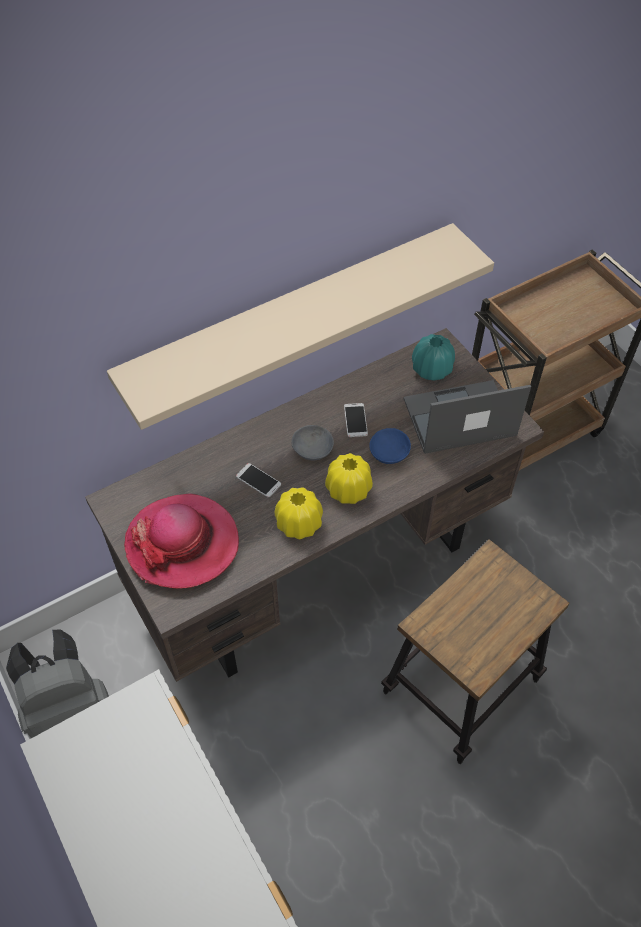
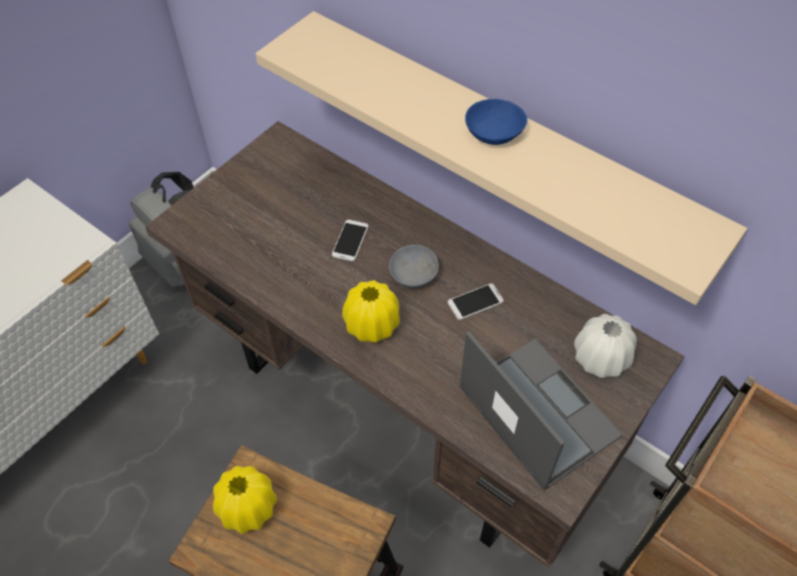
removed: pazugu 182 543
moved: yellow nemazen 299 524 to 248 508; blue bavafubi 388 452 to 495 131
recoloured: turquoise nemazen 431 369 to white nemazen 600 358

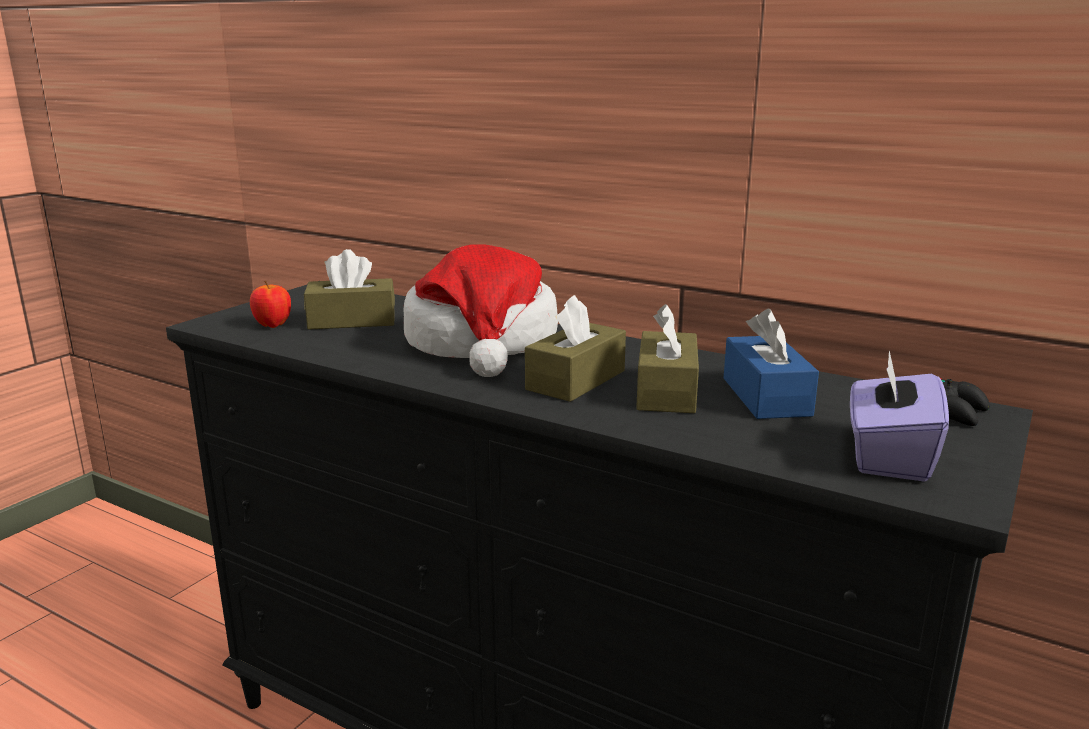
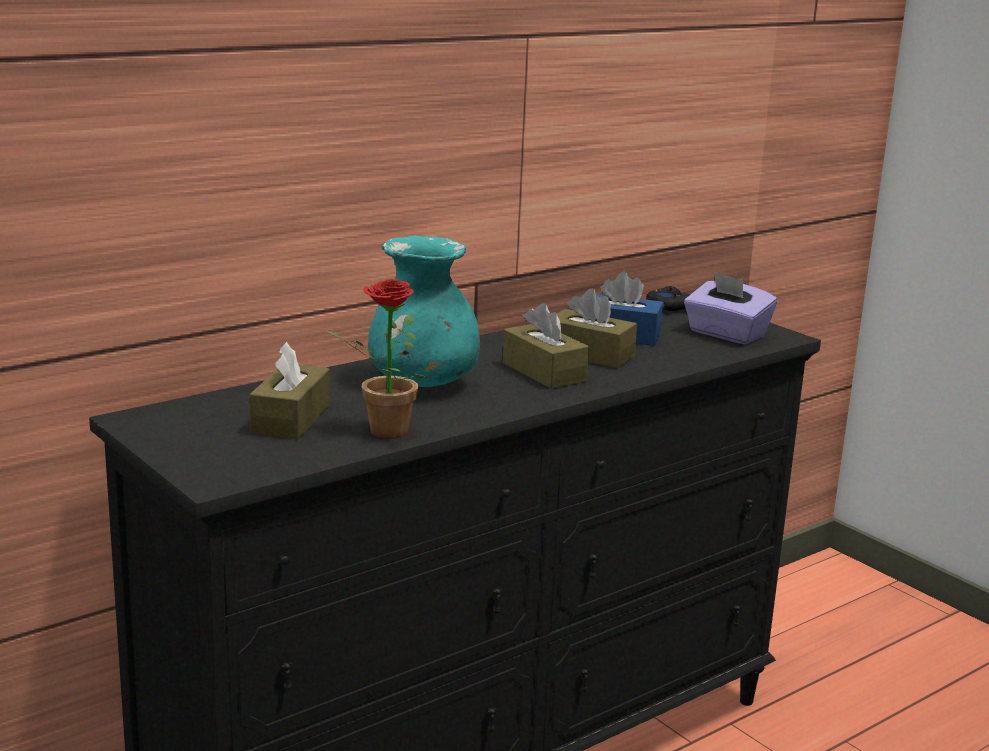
removed: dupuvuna 273 325
added: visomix 380 432
replaced: pazugu 482 343 to turquoise nemazen 423 383

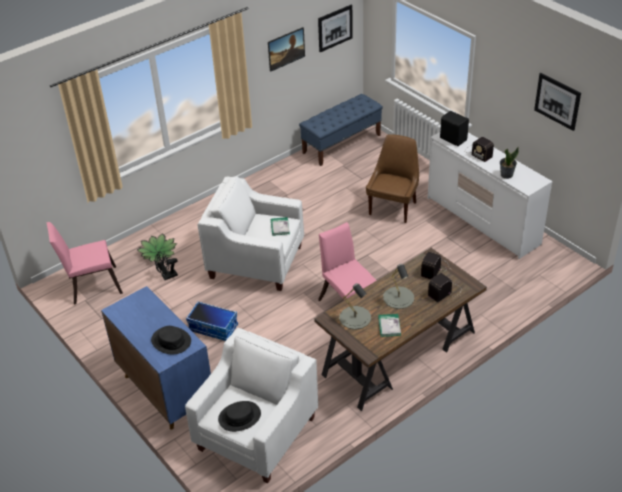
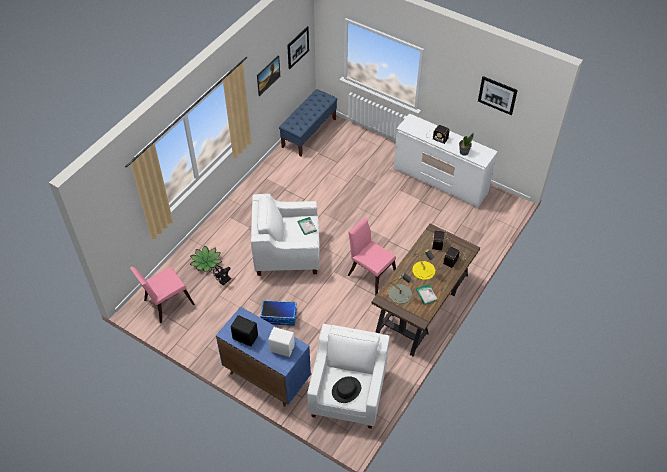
removed: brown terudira 393 207
moved: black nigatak 453 139 to 245 337
replaced: black pazugu 171 341 to white nigatak 282 348
recoloured: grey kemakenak 398 298 to yellow kemakenak 423 270

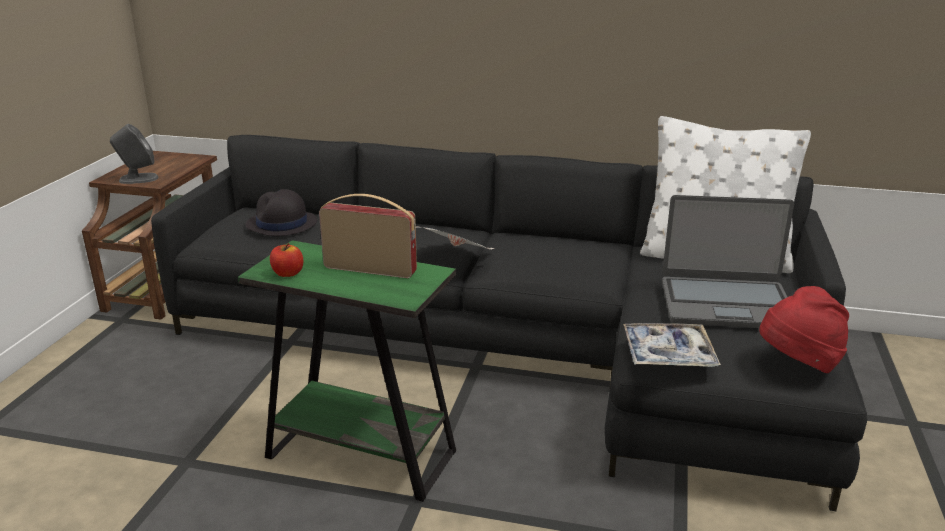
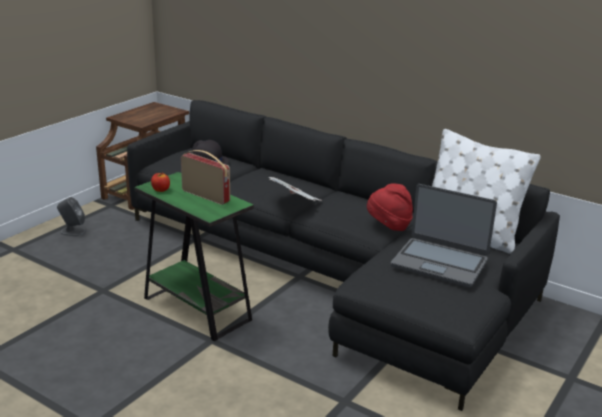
removed: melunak 668 354
moved: grey nigatak 138 179 to 72 231; red pazugu 798 364 to 388 226

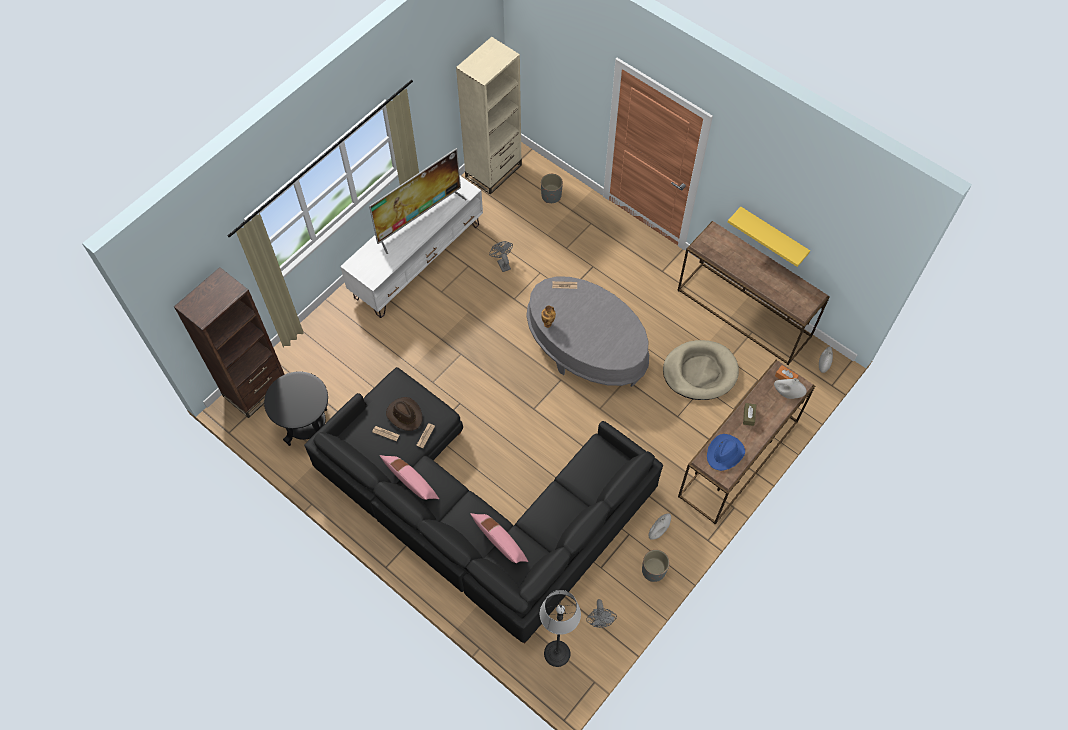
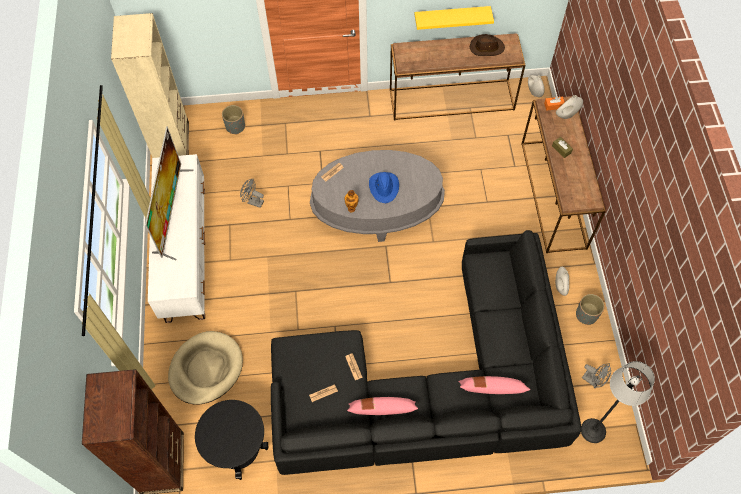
moved: brown pazugu 405 415 to 486 47; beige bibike 700 372 to 206 369; blue pazugu 725 453 to 384 187

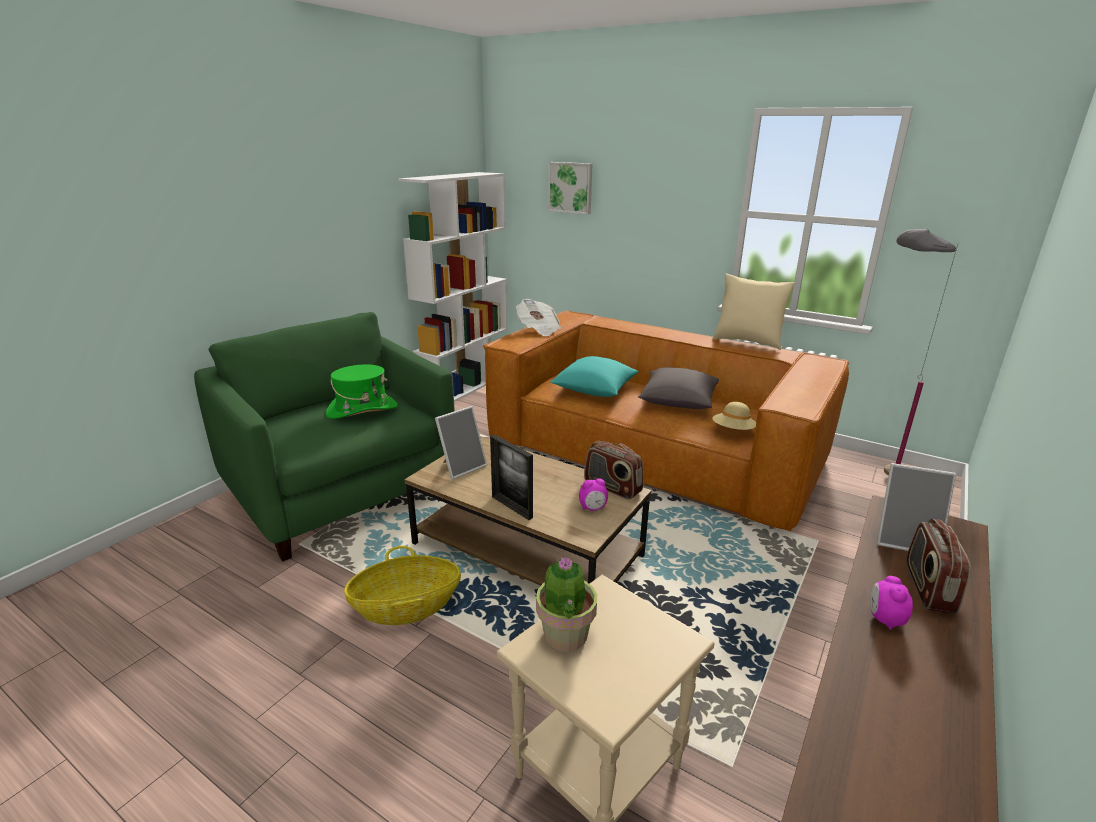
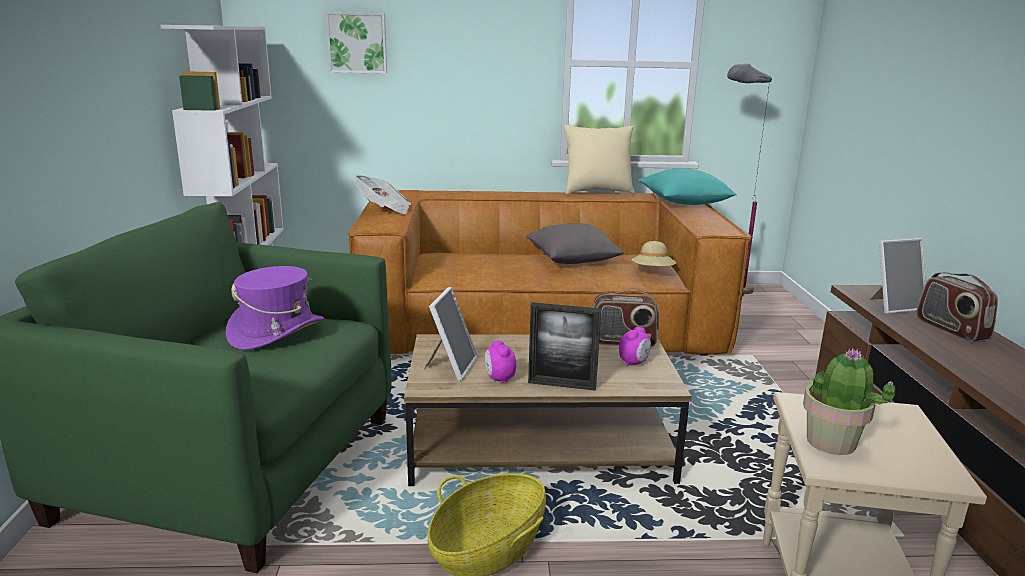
moved: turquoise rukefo 594 390 to 684 203; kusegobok 884 619 to 499 379
recoloured: green pazugu 362 410 to purple pazugu 277 331

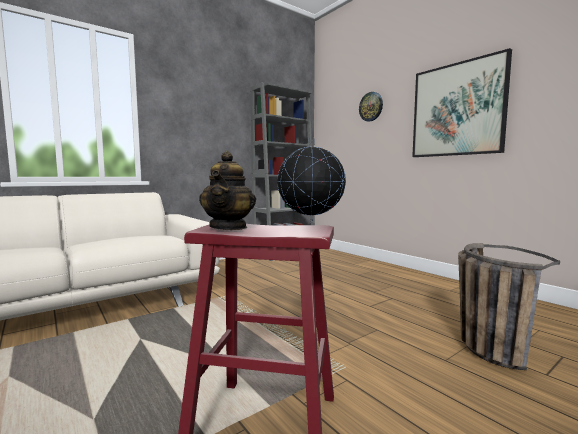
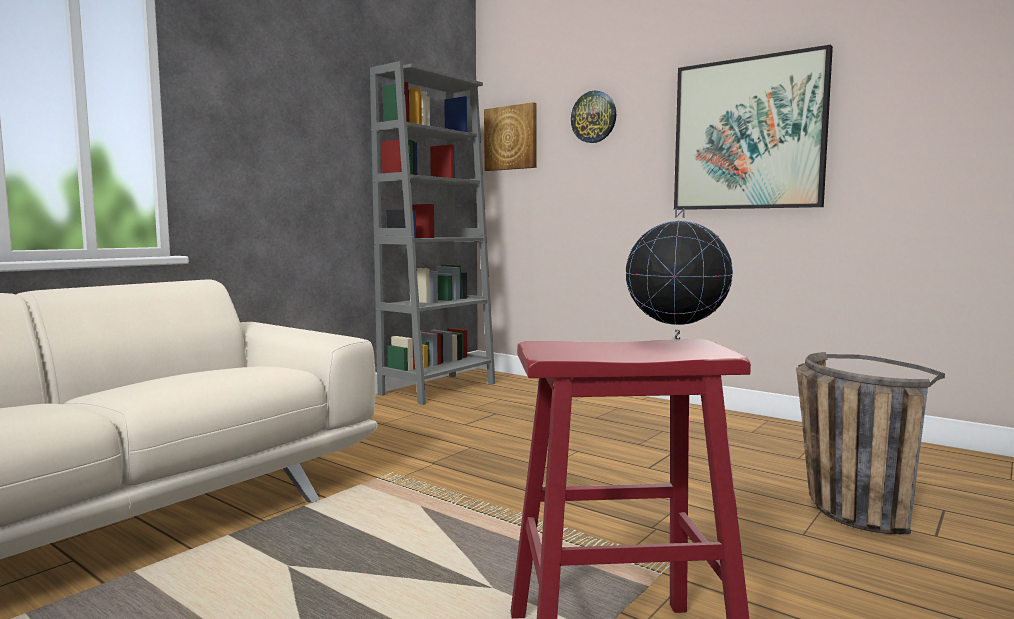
removed: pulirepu 229 227
added: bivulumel 511 138

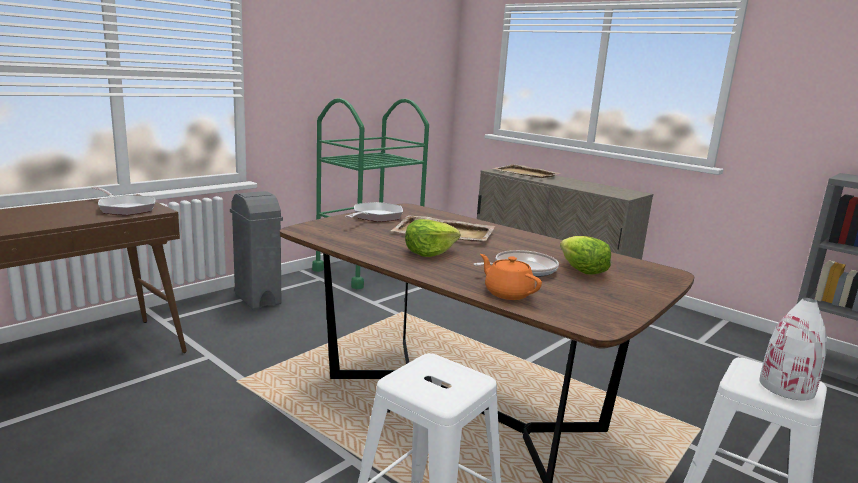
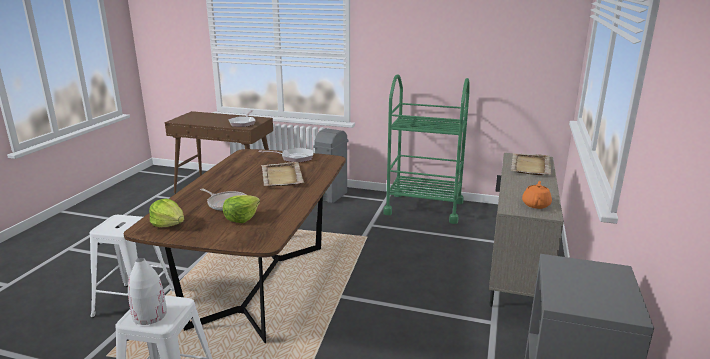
moved: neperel 429 252 to 169 224; orange pulirepu 507 293 to 536 204

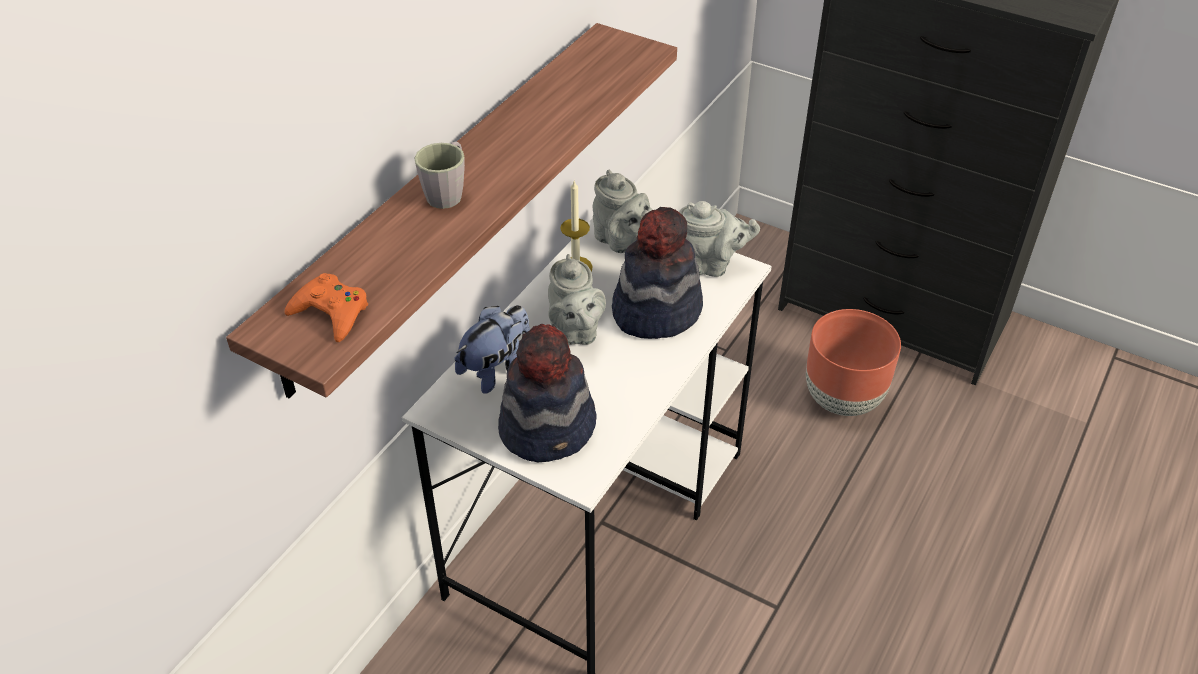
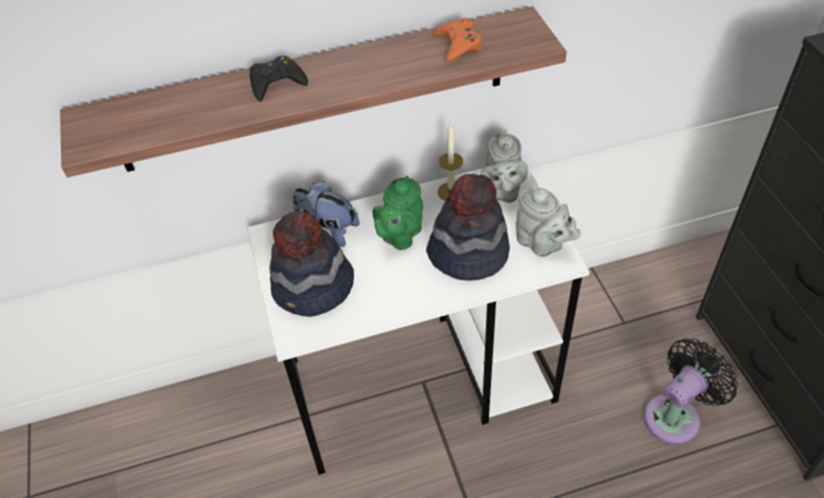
moved: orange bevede 331 313 to 458 45
replaced: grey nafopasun 448 192 to black bevede 276 83; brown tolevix 842 400 to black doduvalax 676 415
recoloured: grey pulirepu 575 332 to green pulirepu 400 236
turned: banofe 496 368 = 328 230 150 degrees counterclockwise

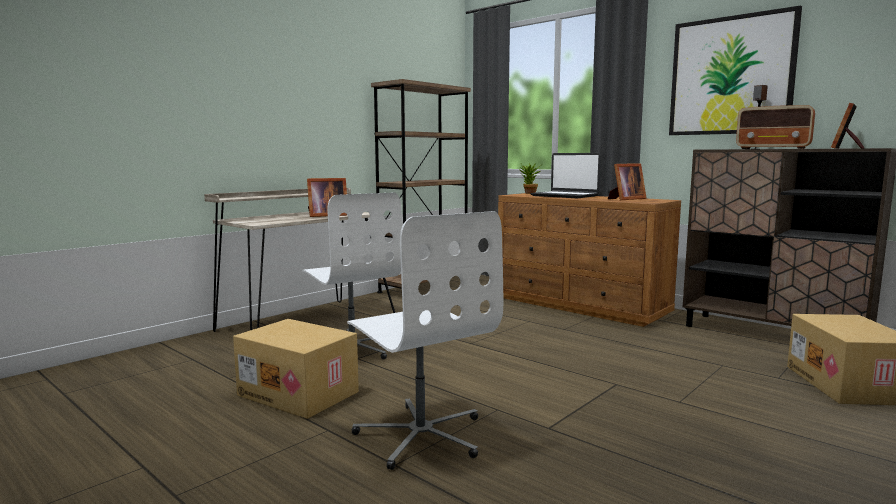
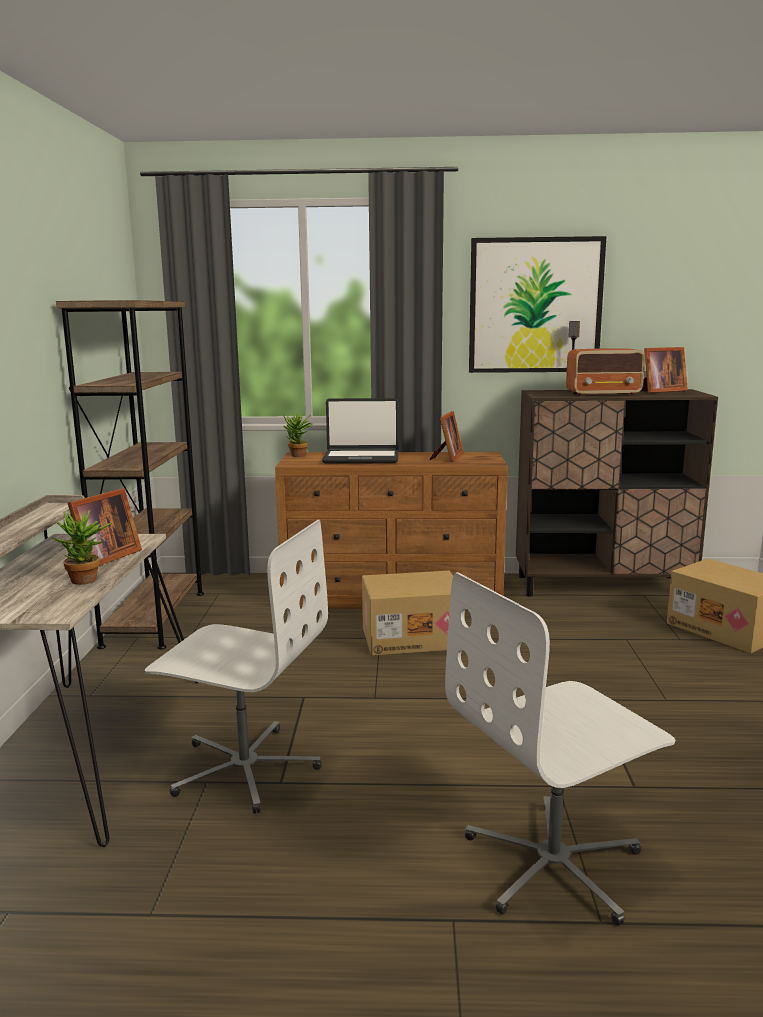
added: visomix 87 581
moved: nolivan 300 393 to 412 637
turned: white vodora 421 435 = 554 864 135 degrees clockwise; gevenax 846 148 = 660 391 105 degrees counterclockwise

